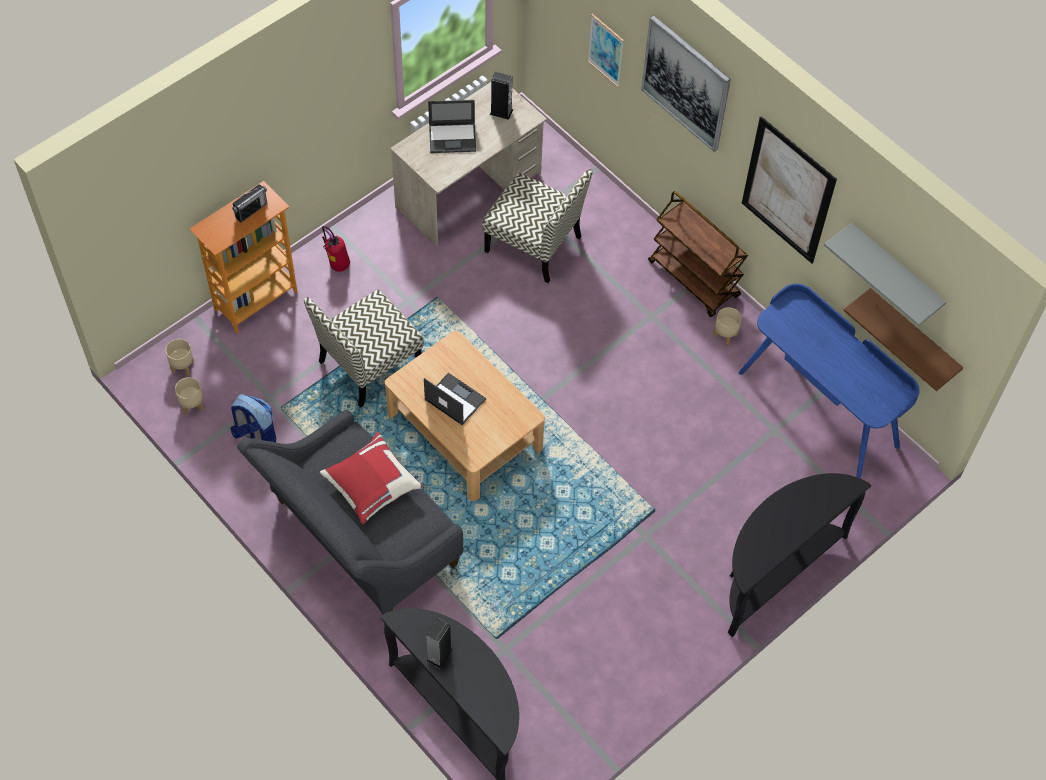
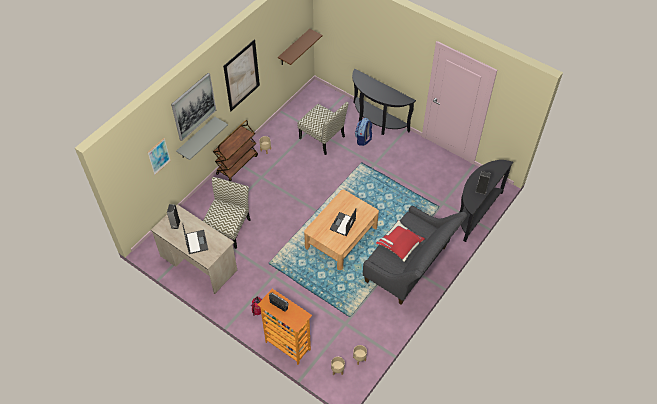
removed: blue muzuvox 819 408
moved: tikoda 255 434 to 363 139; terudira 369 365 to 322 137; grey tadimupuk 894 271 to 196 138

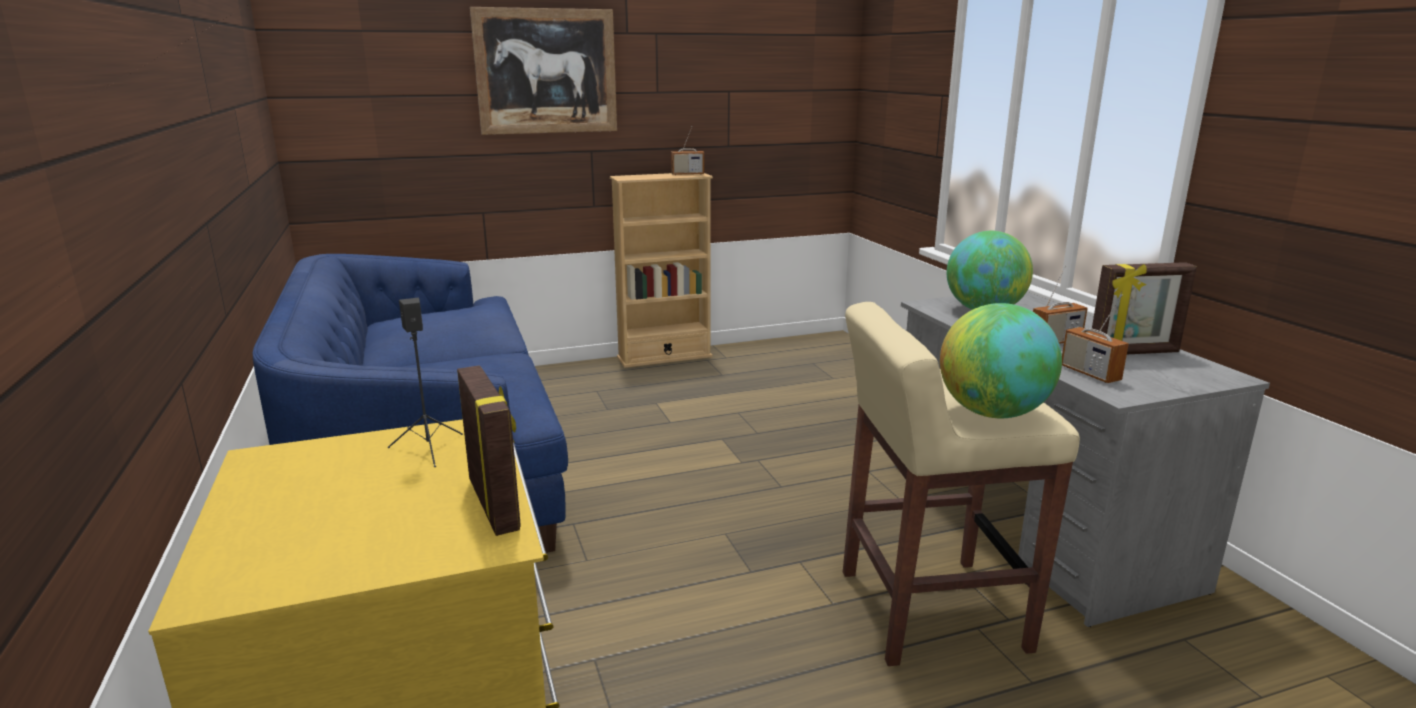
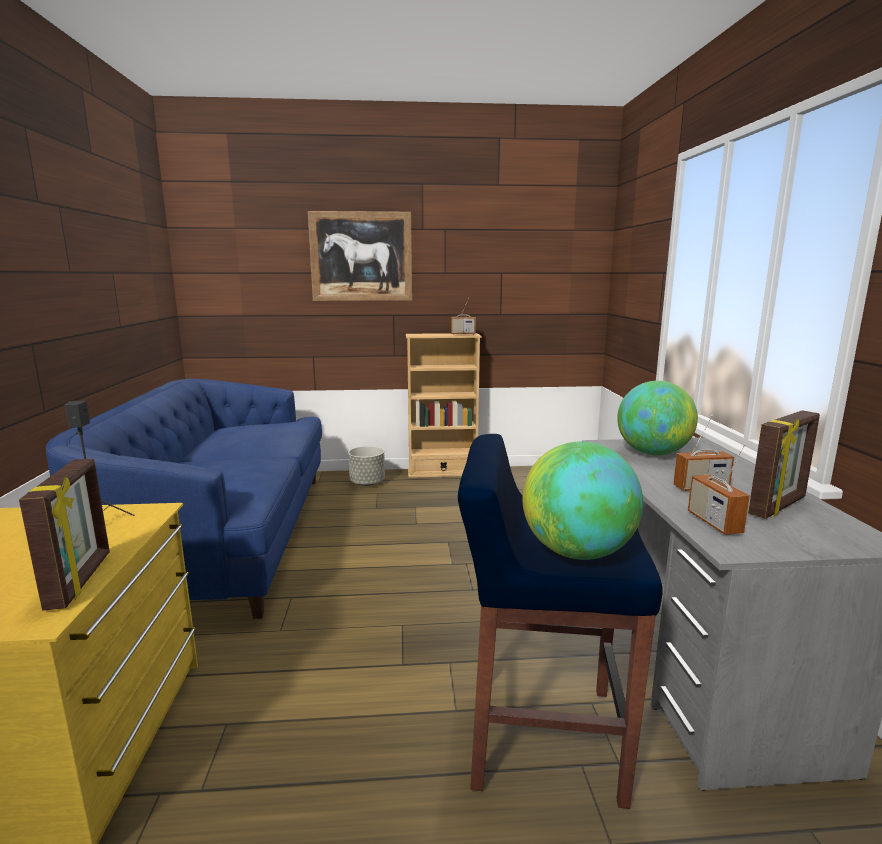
added: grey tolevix 367 483
recoloured: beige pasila 928 610 to blue pasila 541 735
turned: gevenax 1134 353 = 778 506 45 degrees counterclockwise

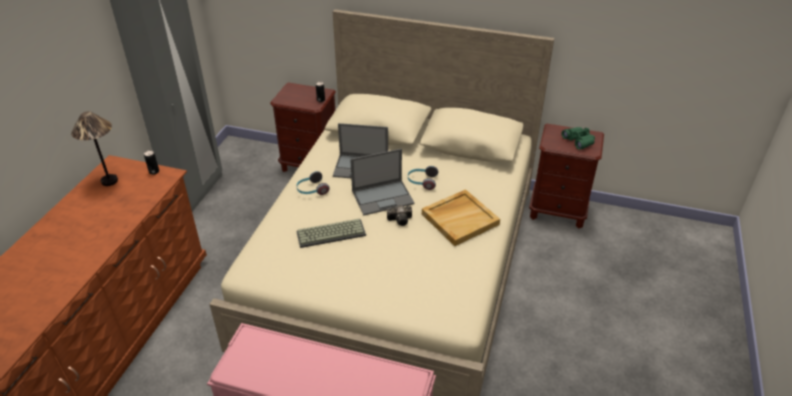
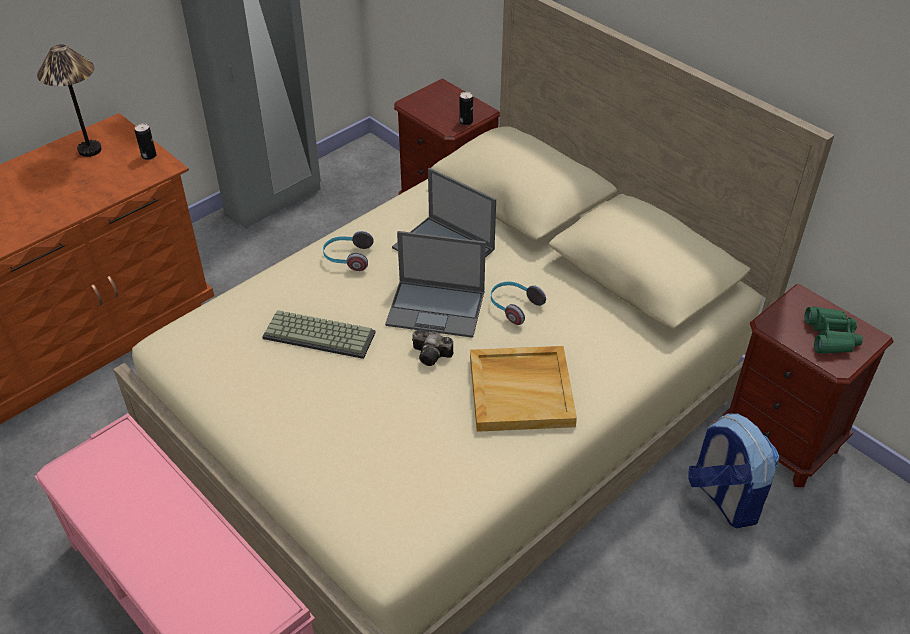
added: tikoda 723 498

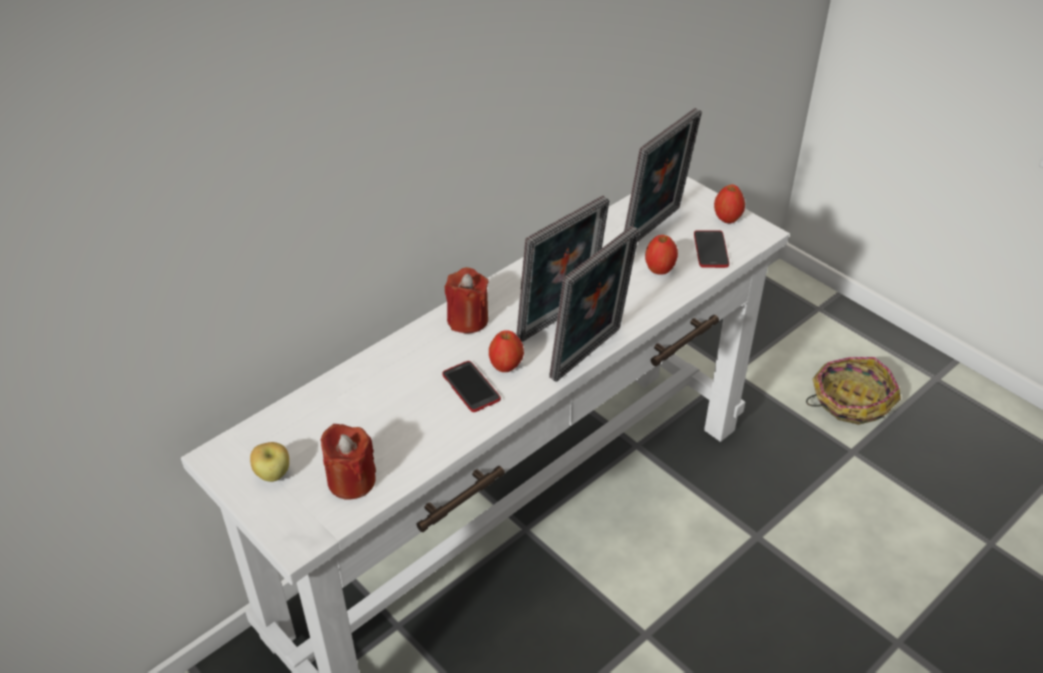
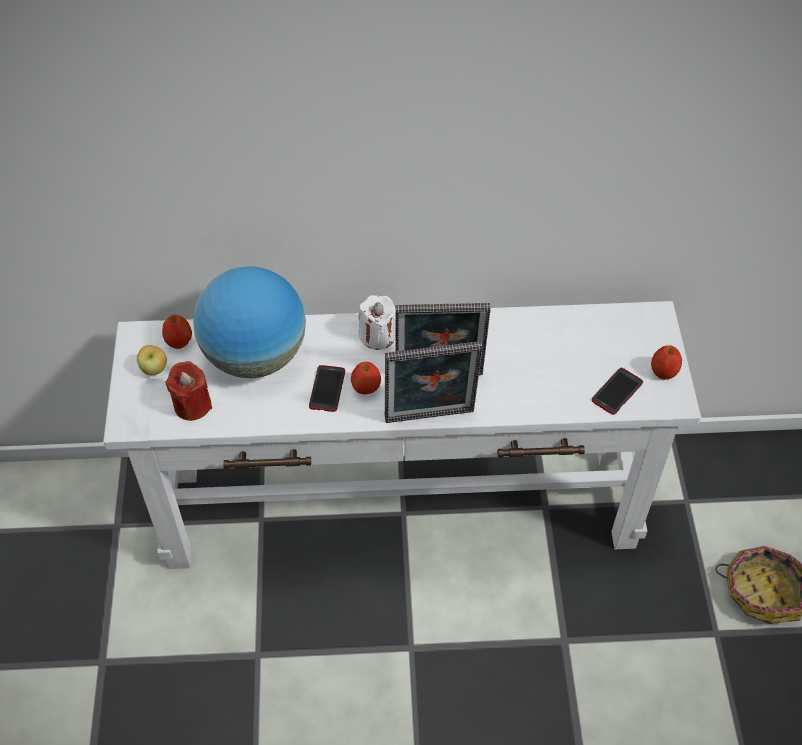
removed: gevenax 655 229
added: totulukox 255 356
moved: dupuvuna 660 269 to 179 342
recoloured: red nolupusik 467 320 to white nolupusik 377 336

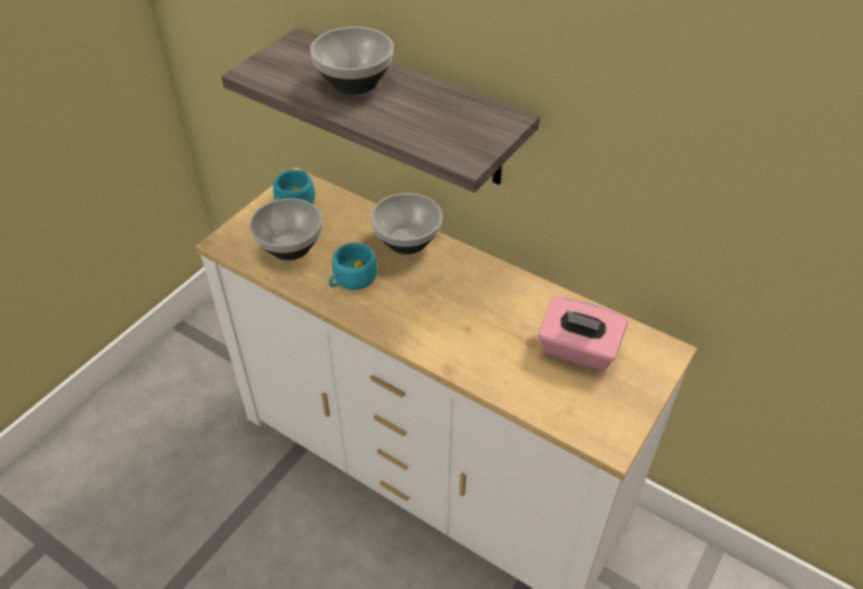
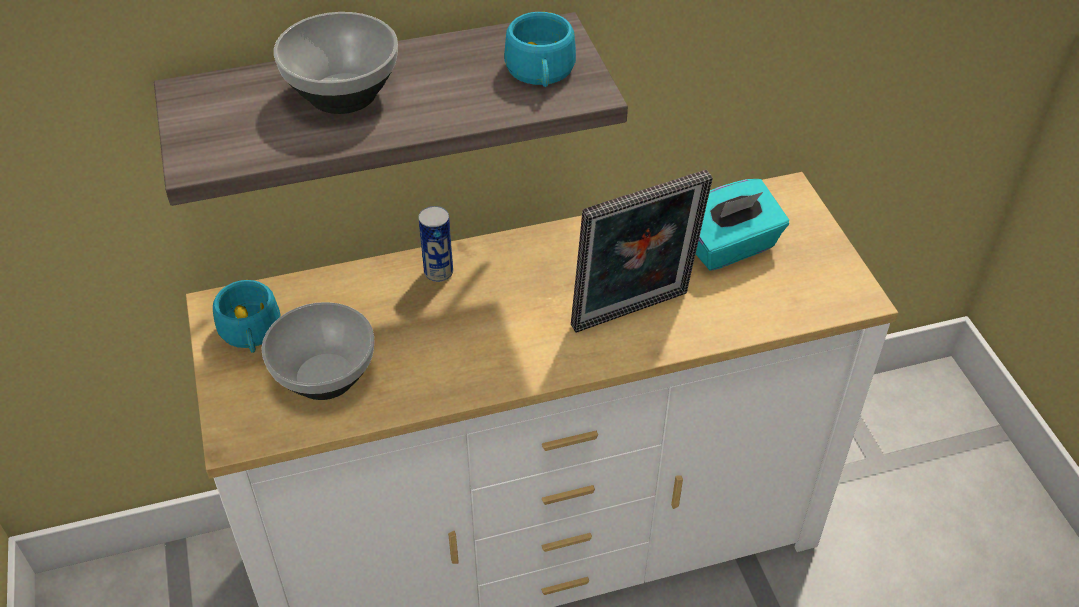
added: gevenax 633 315
moved: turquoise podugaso 351 279 to 541 73
replaced: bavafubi 407 240 to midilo 438 272
recoloured: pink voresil 577 351 to turquoise voresil 729 247

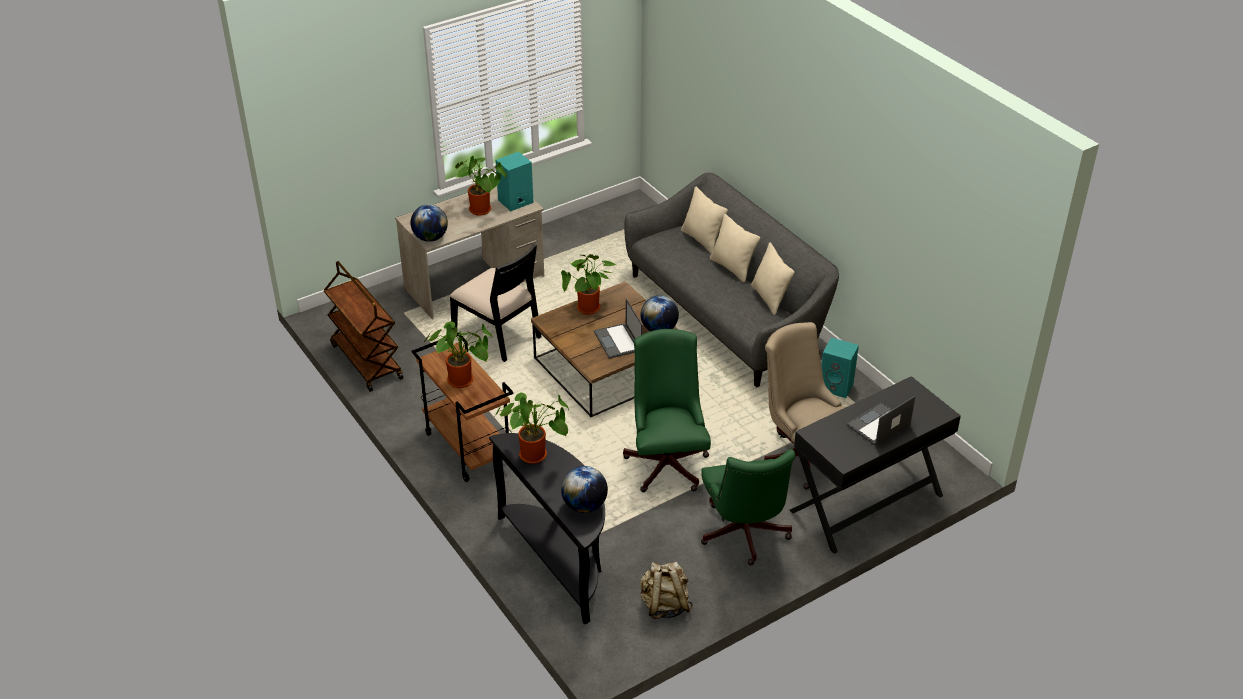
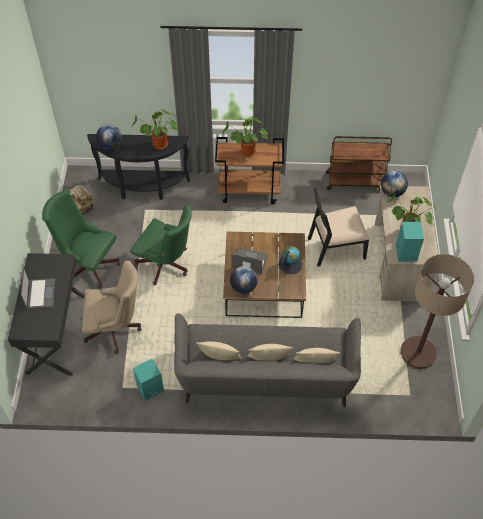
added: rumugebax 418 352
replaced: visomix 589 310 to totulukox 290 264

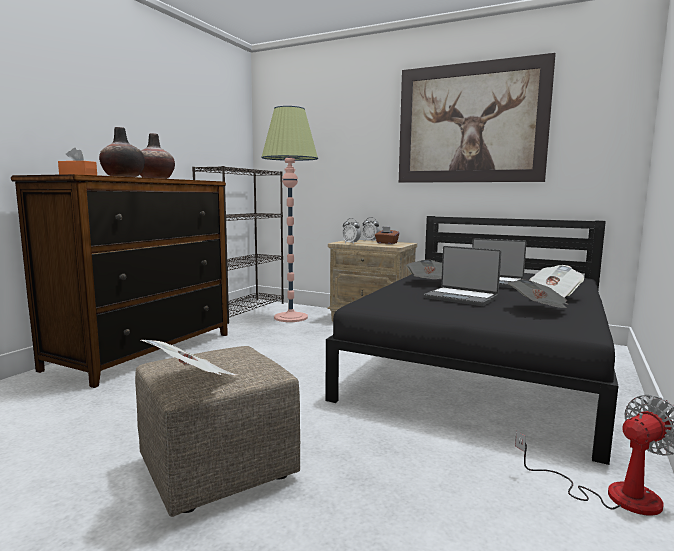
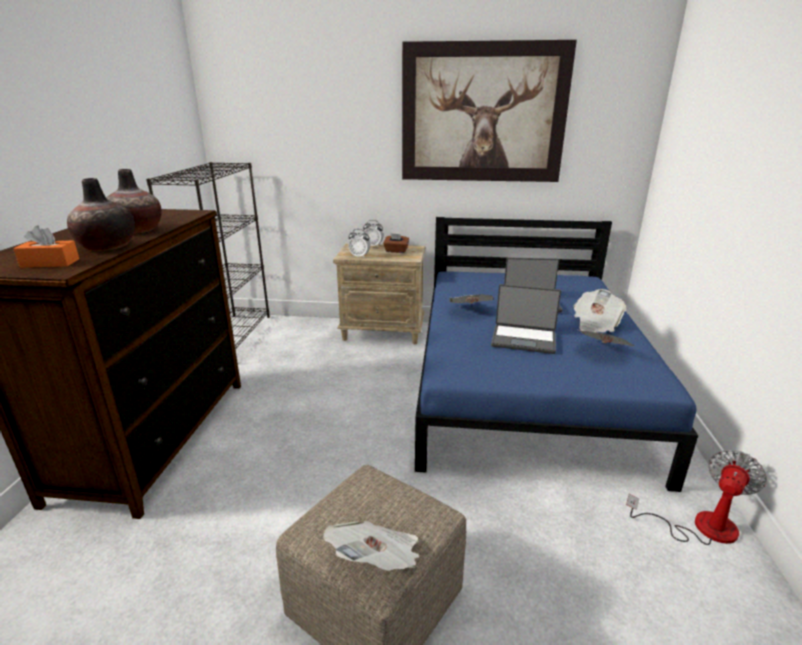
removed: rumugebax 291 317
recoloured: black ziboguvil 483 366 to blue ziboguvil 524 385

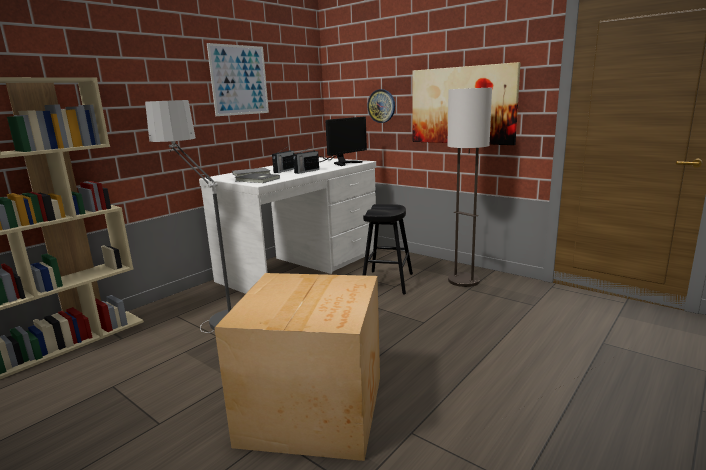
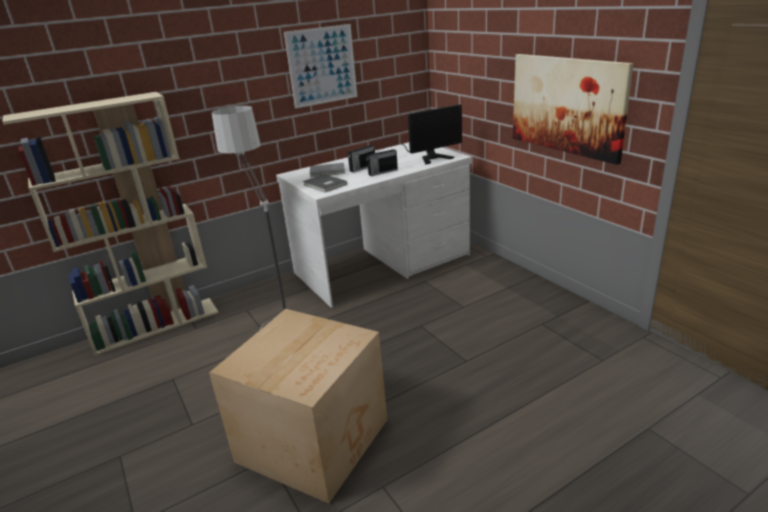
removed: black pasila 387 282; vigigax 381 106; rumugebax 463 280

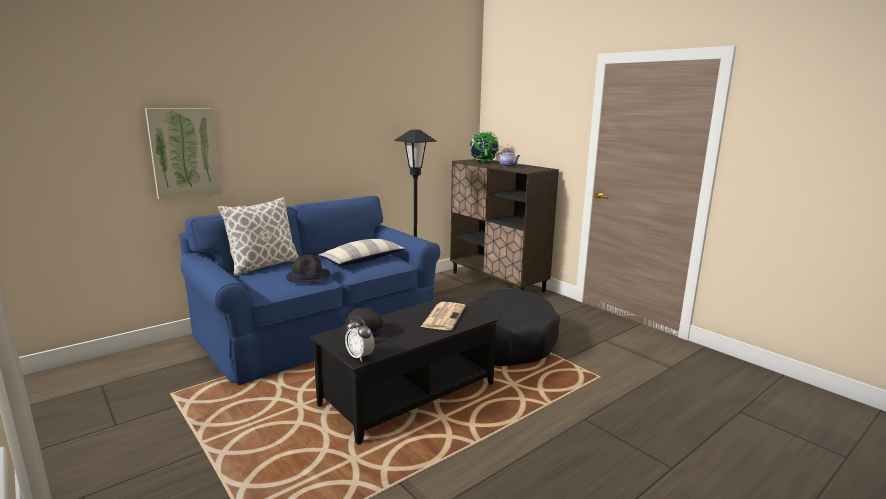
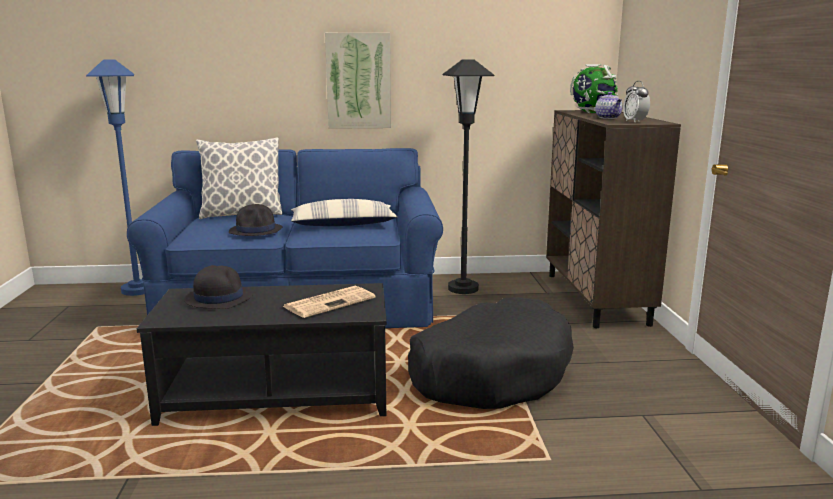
added: blue rumugebax 138 290
moved: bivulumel 184 152 to 358 81; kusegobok 360 357 to 635 121

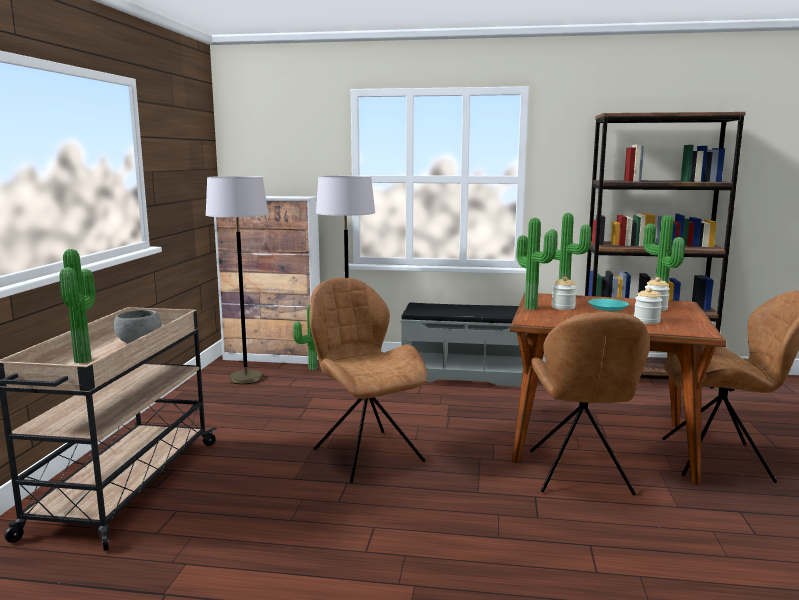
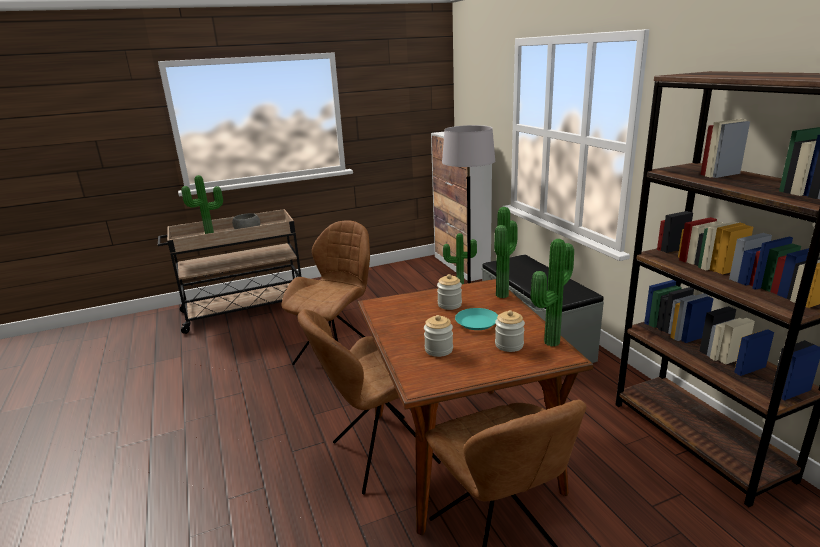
removed: grey rumugebax 246 378; visomix 532 307

